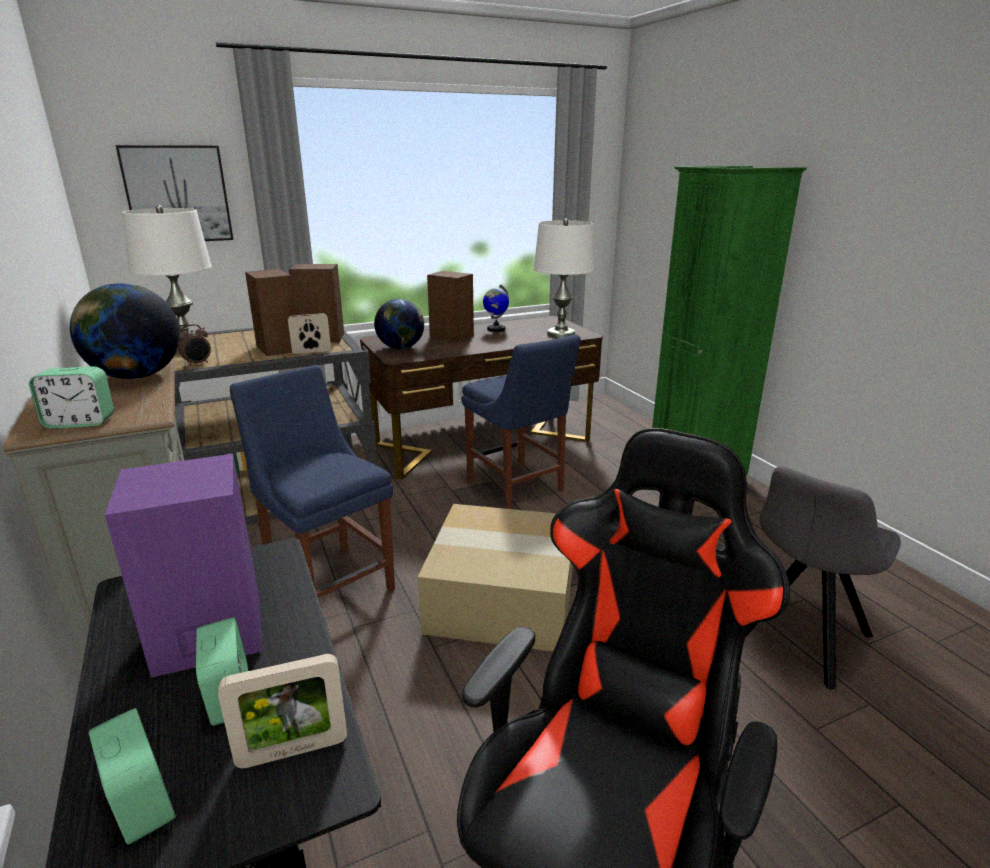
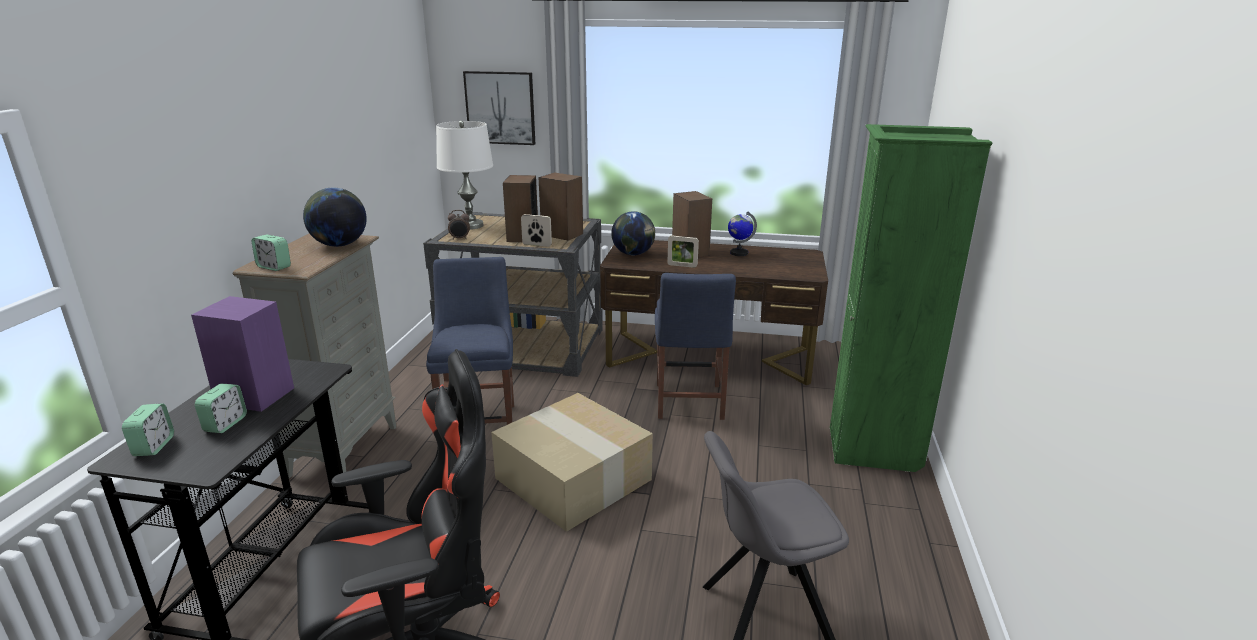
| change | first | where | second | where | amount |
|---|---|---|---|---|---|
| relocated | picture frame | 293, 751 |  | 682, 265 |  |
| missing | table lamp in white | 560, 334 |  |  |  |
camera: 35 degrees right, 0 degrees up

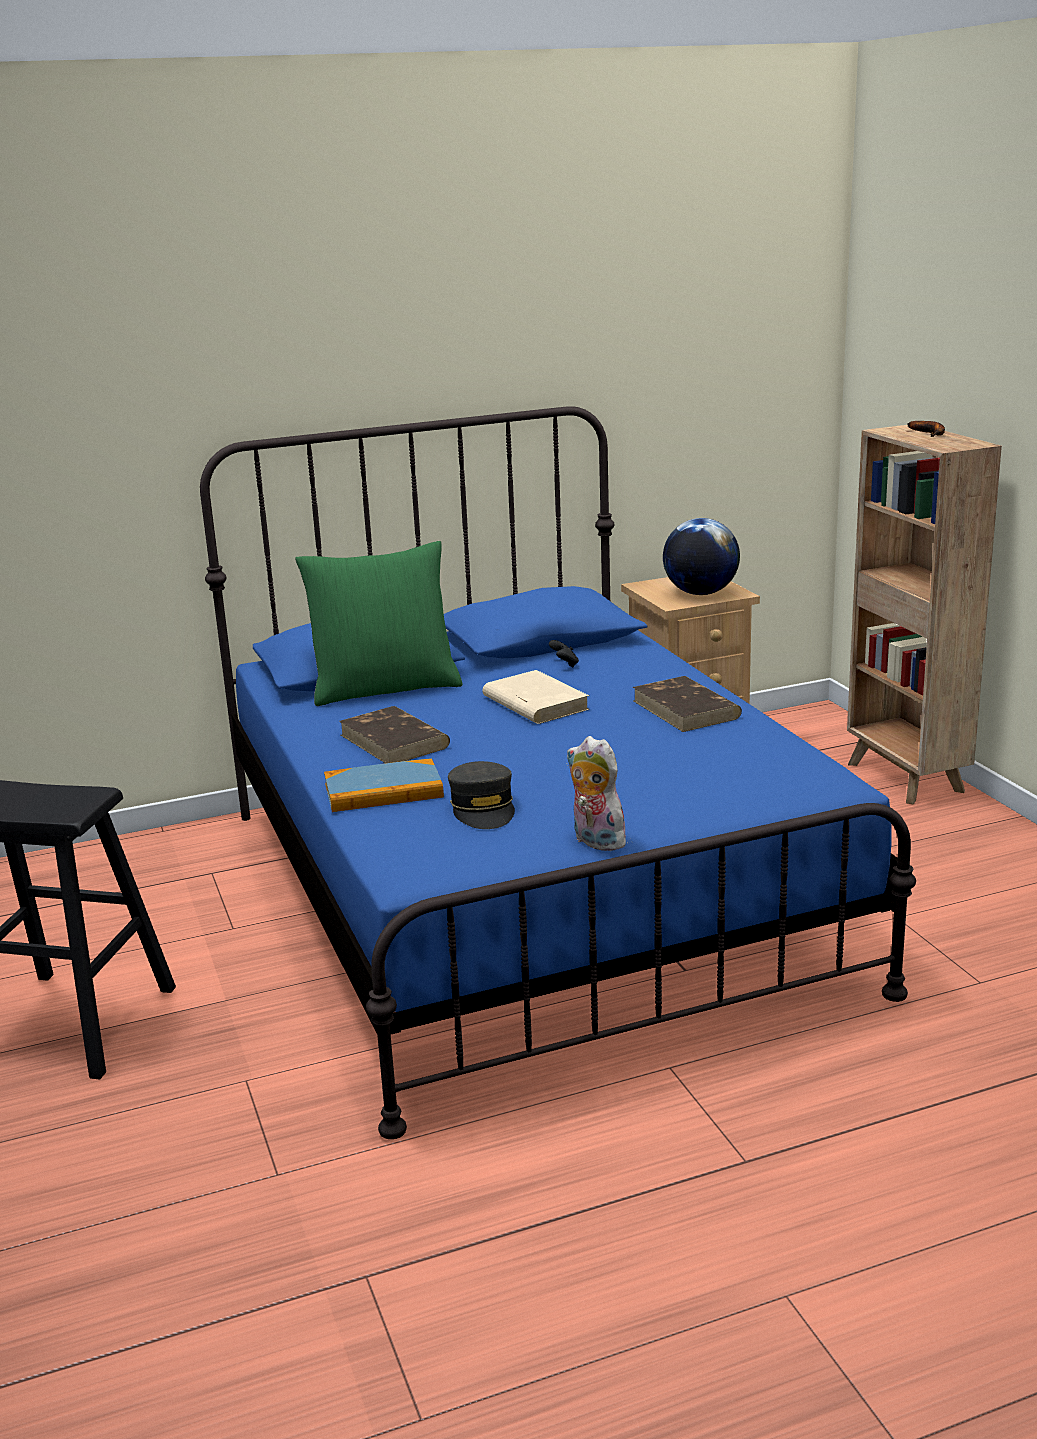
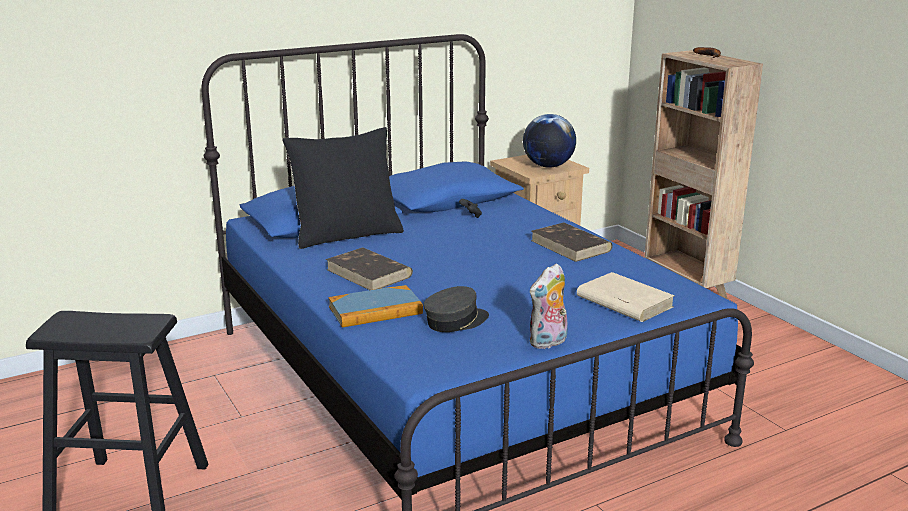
| change | first | where | second | where | amount |
|---|---|---|---|---|---|
| colour | pillow in green | 385, 688 | pillow in black | 346, 234 |  |
| spun | cap in grey | 483, 808 |  | 456, 321 | 105 degrees counterclockwise |
| relocated | book in beige | 534, 703 |  | 623, 302 |  |
| spun | plush toy | 595, 841 |  | 548, 343 | 75 degrees counterclockwise |
camera: 10 degrees left, 0 degrees up

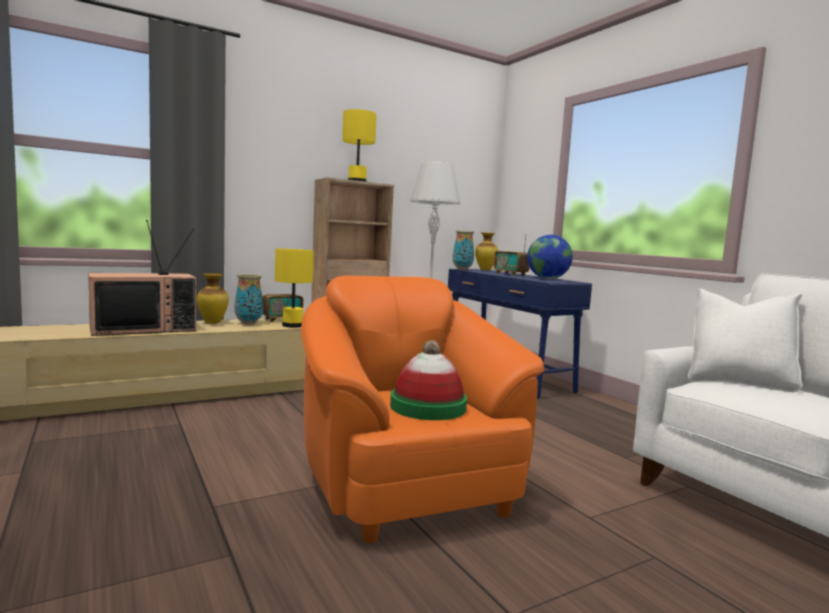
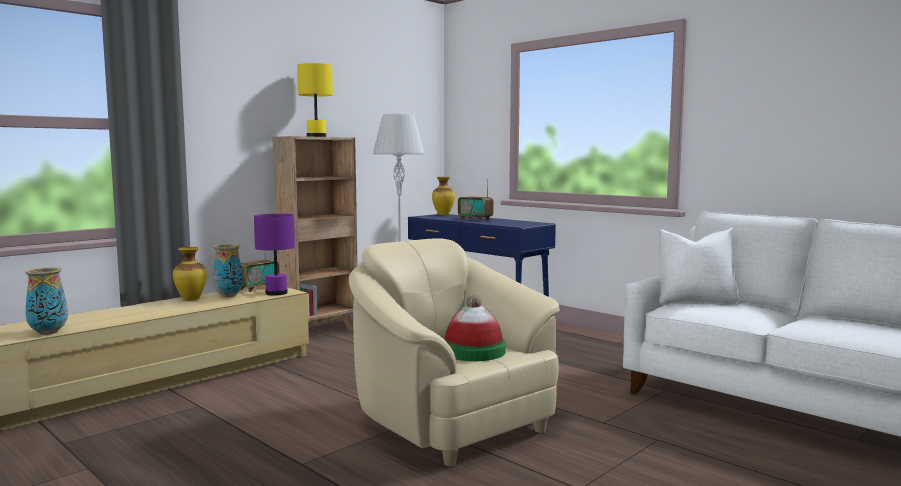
| change | first | where | second | where | amount |
|---|---|---|---|---|---|
| missing | television | 145, 329 |  |  |  |
| colour | table lamp in yellow | 292, 325 | table lamp in purple | 276, 293 |  |
| colour | armchair in orange | 406, 485 | armchair in beige | 451, 423 |  |
| relocated | vase | 462, 269 |  | 49, 332 |  |
| missing | globe | 547, 278 |  |  |  |
camera: 15 degrees left, 0 degrees up

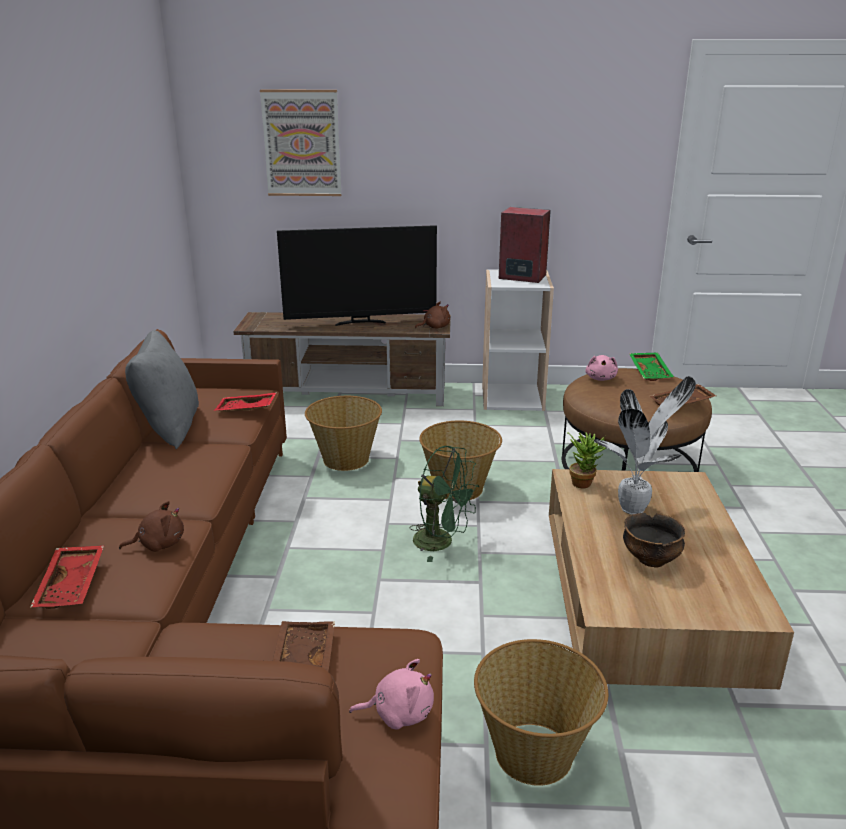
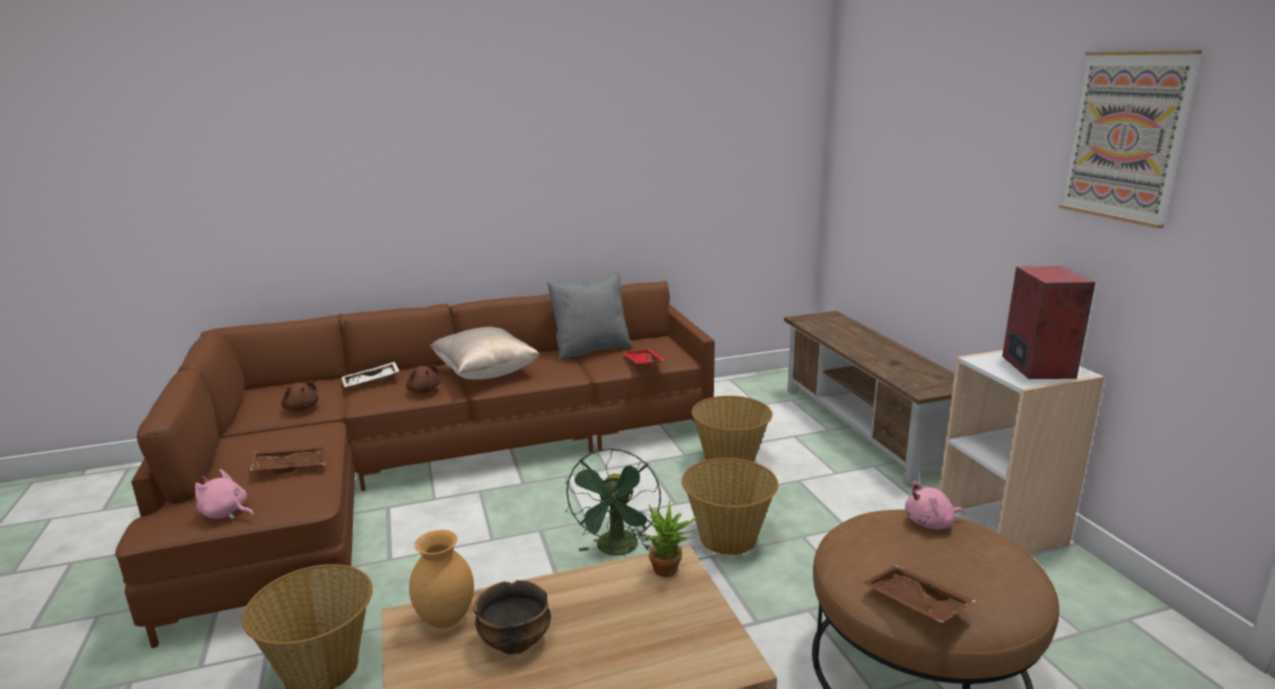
| change | first | where | second | where | amount |
|---|---|---|---|---|---|
| colour | tray in red | 73, 585 | tray in white | 371, 382 |  |
| relocated | picture | 302, 143 |  | 1126, 136 |  |
| missing | television | 360, 322 |  |  |  |
| spun | plush toy in pink | 399, 713 |  | 226, 513 | 135 degrees clockwise |
| relocated | plush toy in brown | 434, 327 |  | 301, 408 |  |
| missing | potted plant | 635, 509 |  |  |  |
| missing | tray in green | 651, 372 |  |  |  |
| appeared |  |  | vase in brown | 445, 620 |  |
| appeared |  |  | pillow in beige | 485, 373 |  |
camera: 70 degrees right, 5 degrees down

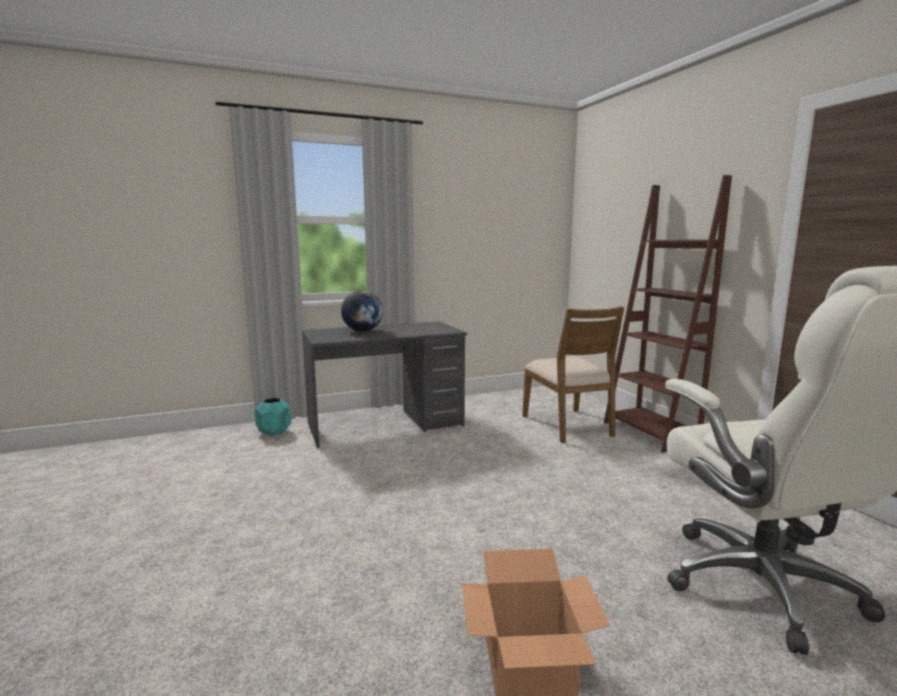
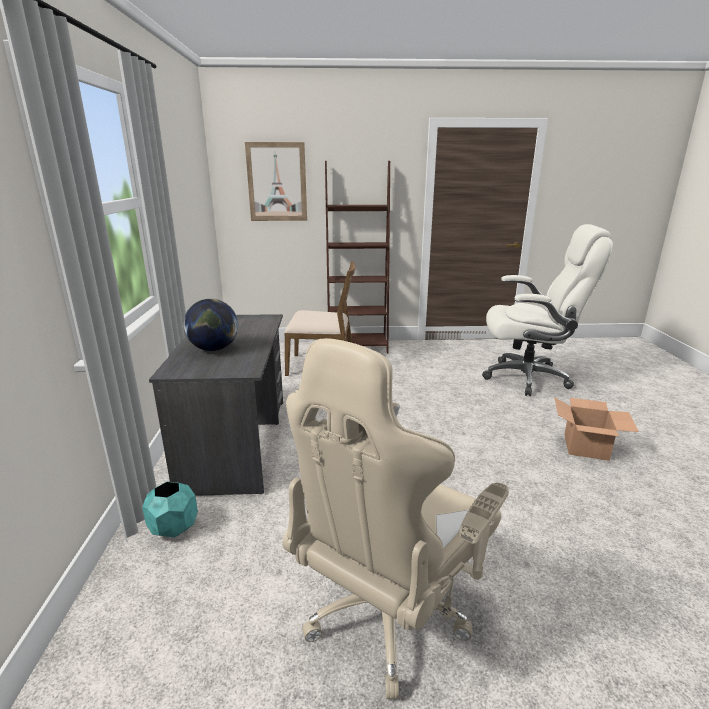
| change | first | where | second | where | amount |
|---|---|---|---|---|---|
| appeared |  |  | picture | 277, 182 |  |
| appeared |  |  | office chair in beige | 390, 606 |  |
camera: 70 degrees left, 10 degrees up

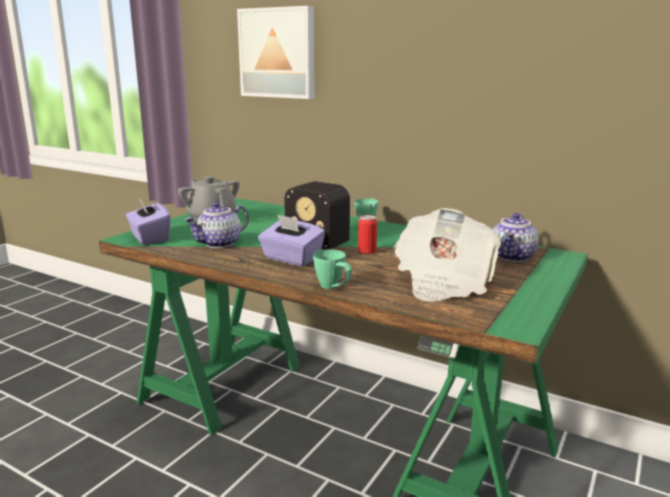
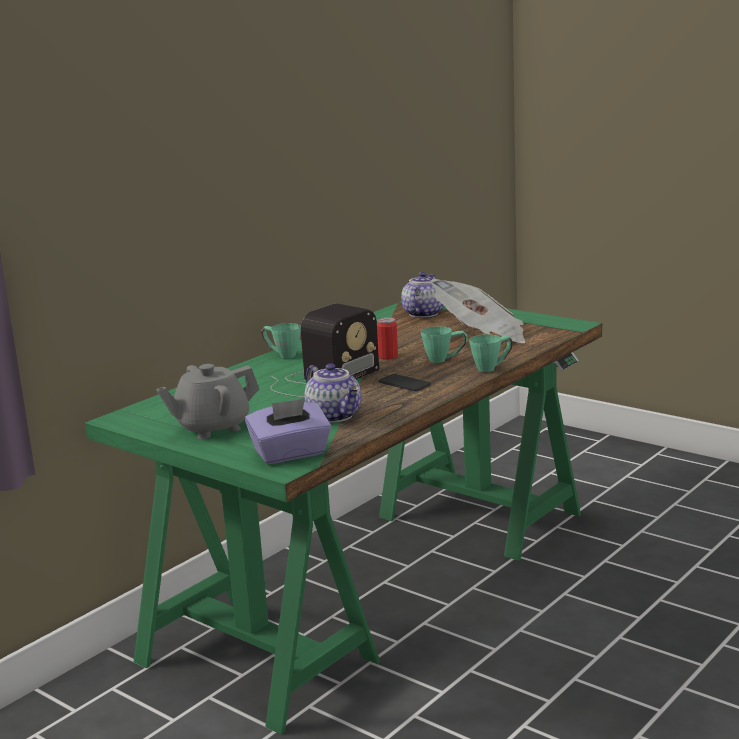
| change | first | where | second | where | amount |
|---|---|---|---|---|---|
| missing | picture | 278, 53 |  |  |  |
| exchanged | tissue box in purple | 291, 259 | phone | 404, 383 |  |
| spun | teapot | 513, 257 |  | 422, 313 | 105 degrees counterclockwise |
| appeared |  |  | mug in green | 445, 360 |  |
camera: 80 degrees left, 0 degrees up

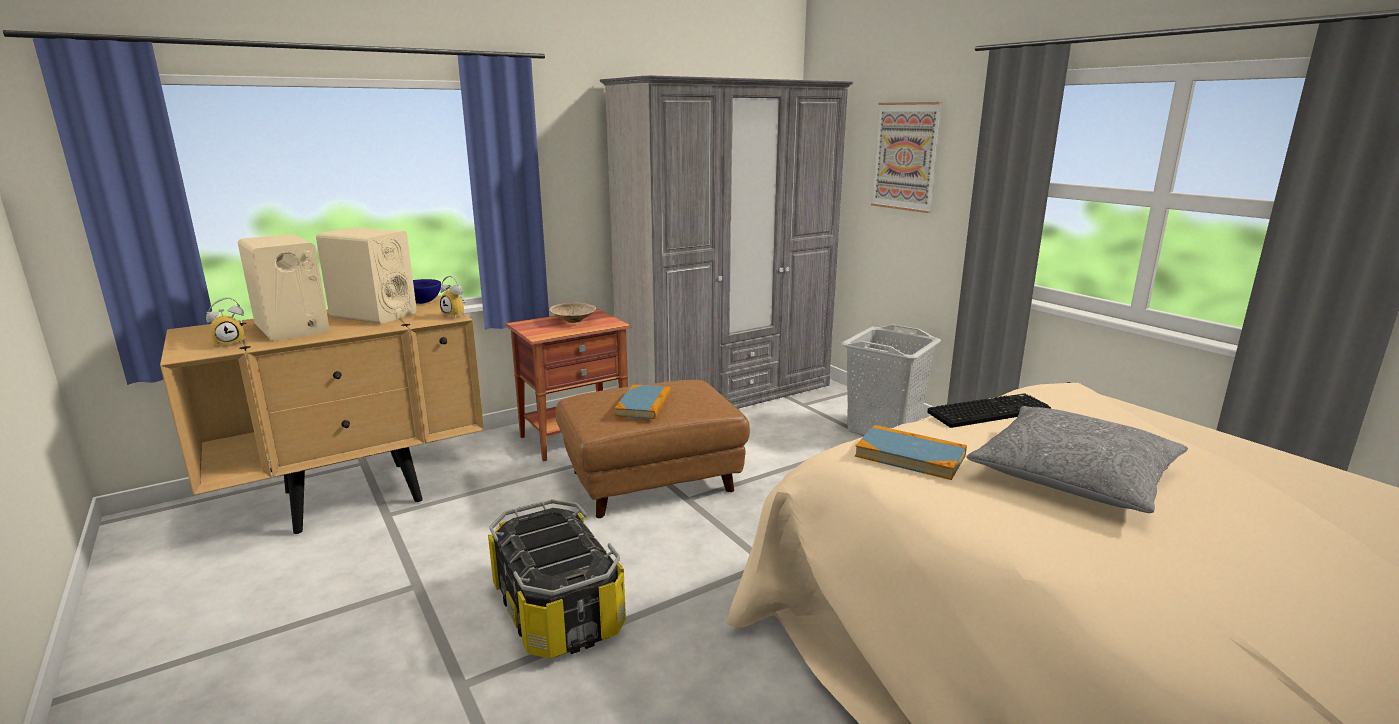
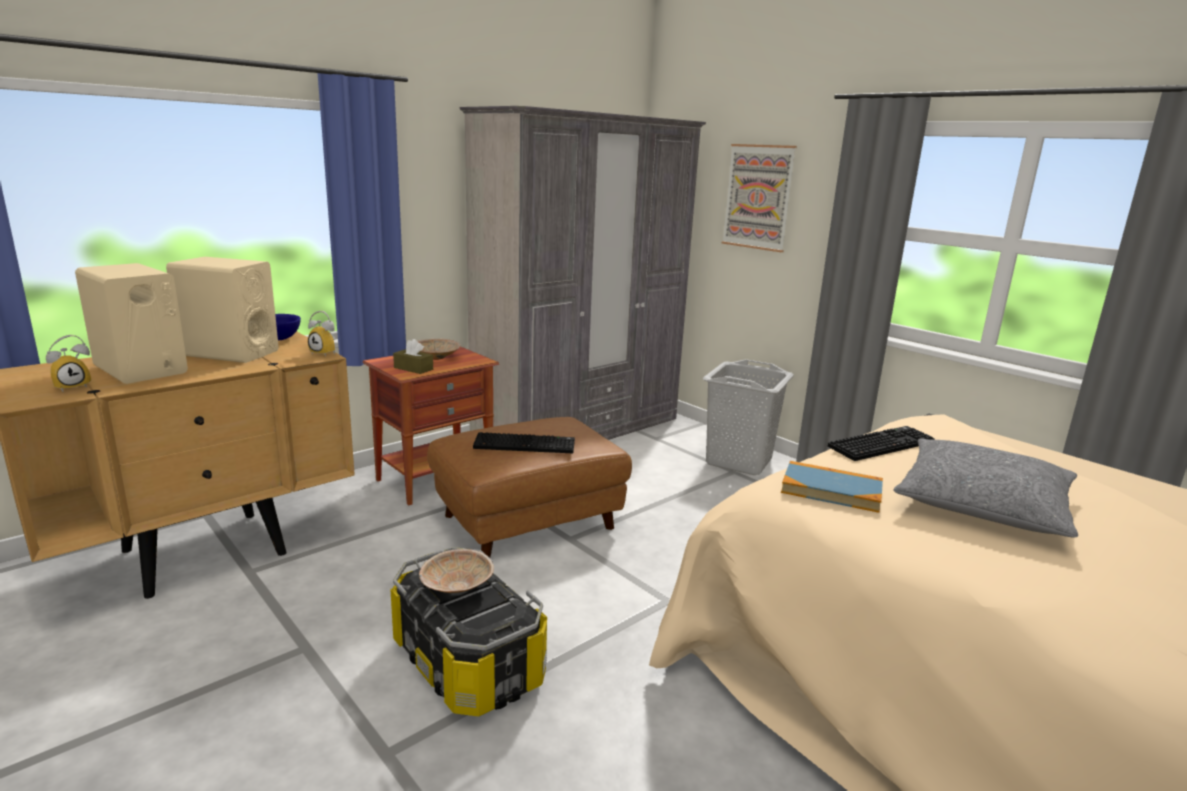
| change | first | where | second | where | amount |
|---|---|---|---|---|---|
| exchanged | book | 643, 405 | keyboard | 526, 444 |  |
| appeared |  |  | tissue box in brown | 413, 368 |  |
| appeared |  |  | bowl in beige | 456, 587 |  |
camera: 10 degrees left, 0 degrees up

